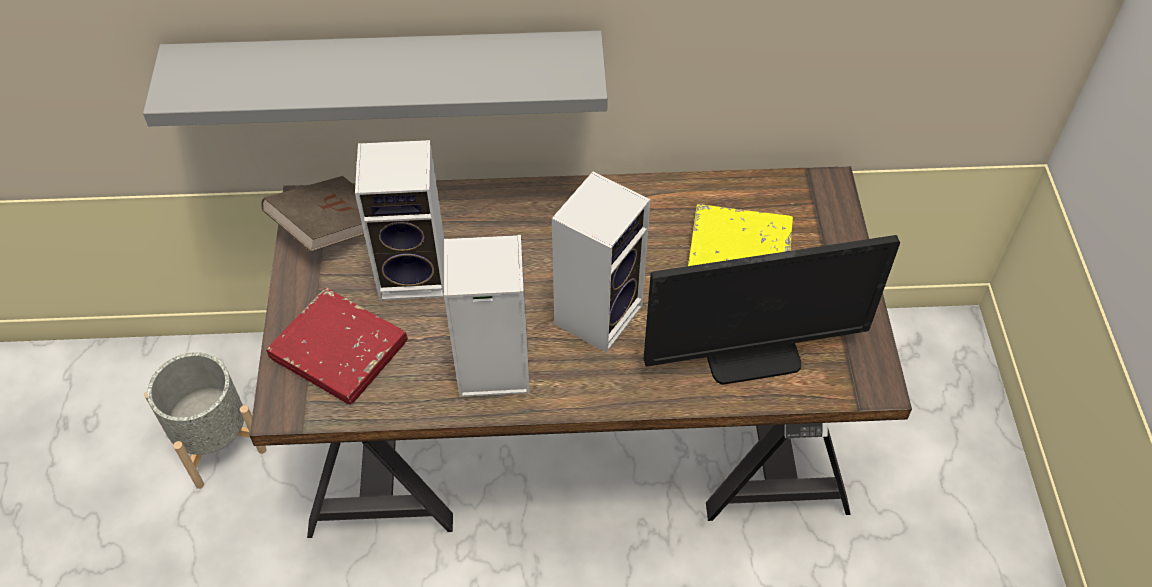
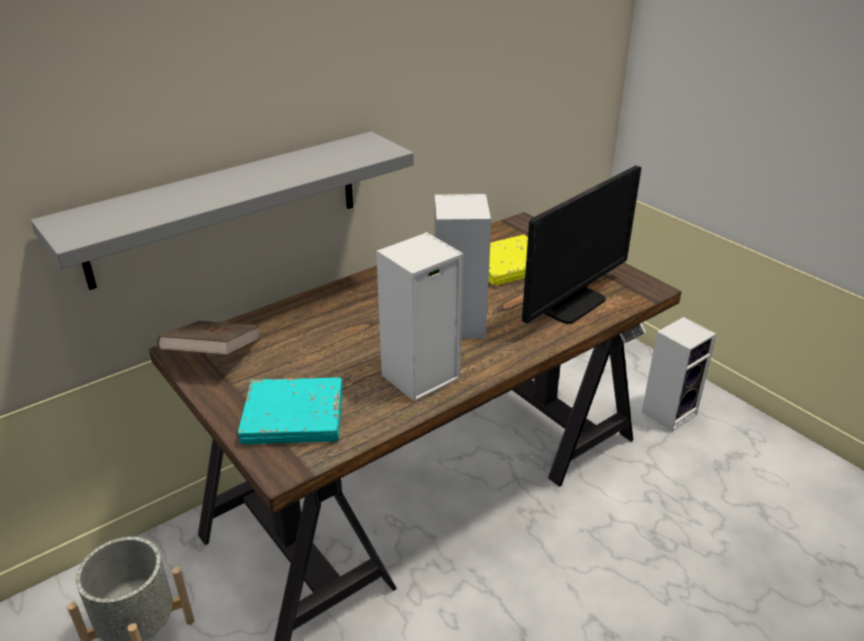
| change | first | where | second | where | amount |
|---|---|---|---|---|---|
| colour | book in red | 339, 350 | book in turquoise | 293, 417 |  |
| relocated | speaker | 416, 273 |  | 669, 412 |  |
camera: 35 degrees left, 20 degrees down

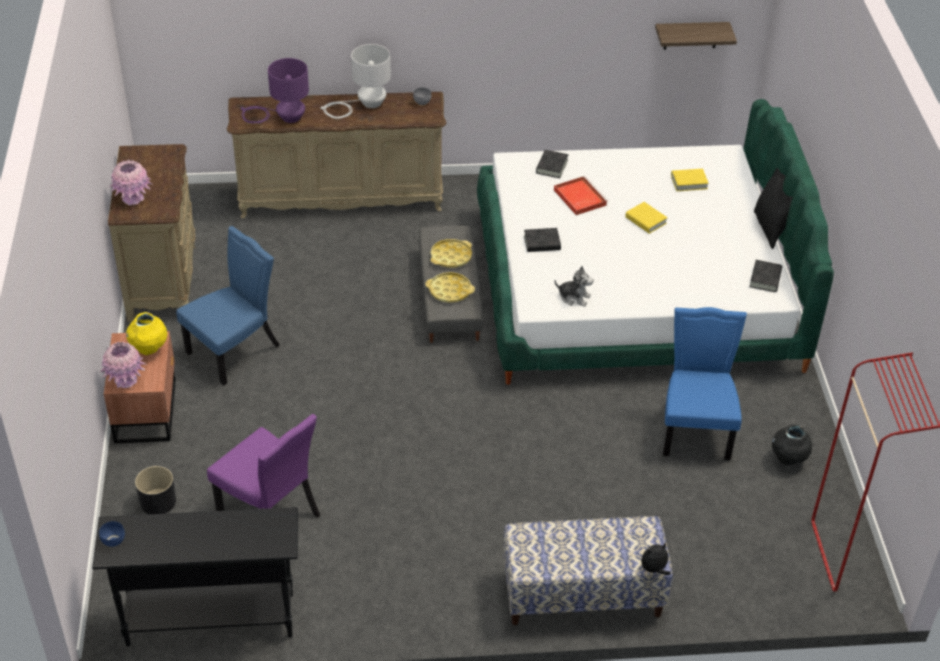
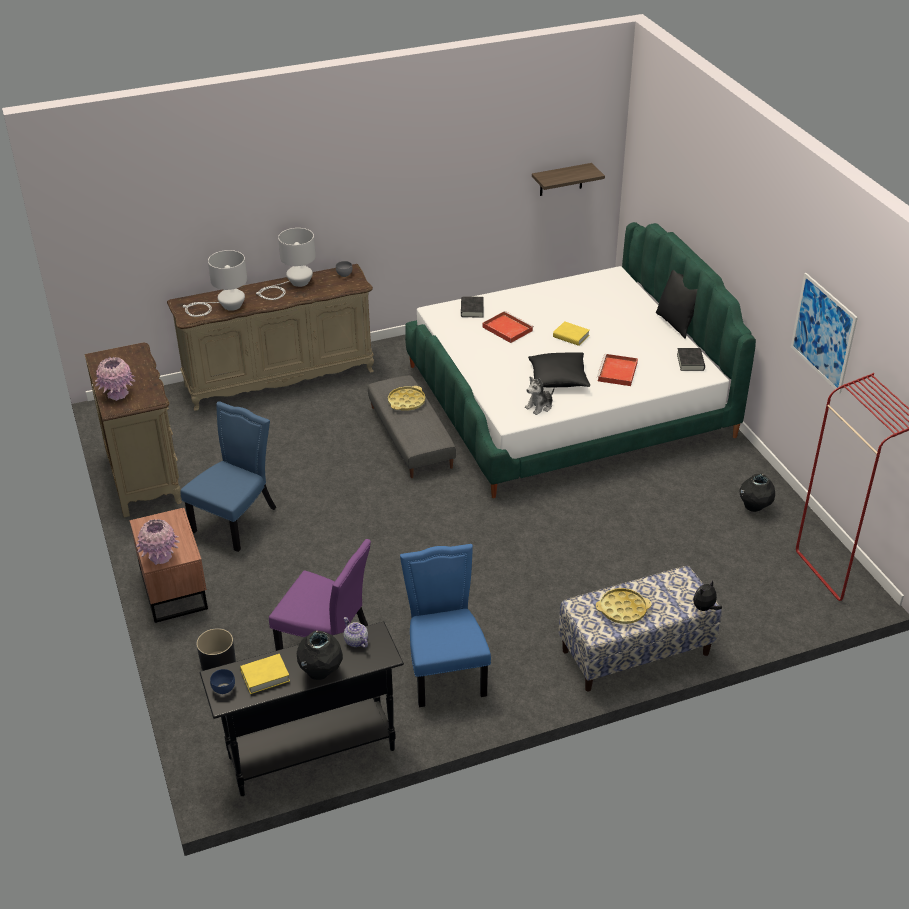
| change | first | where | second | where | amount |
|---|---|---|---|---|---|
| missing | vase in yellow | 149, 349 |  |  |  |
| colour | table lamp in purple | 277, 116 | table lamp in white | 219, 307 |  |
| relocated | tray in yellow | 450, 291 |  | 622, 609 |  |
| missing | book in black | 542, 243 |  |  |  |
| spun | plush toy | 574, 297 |  | 539, 406 | 135 degrees clockwise |
| relocated | chair in blue | 695, 430 |  | 445, 673 |  |
| relocated | book in yellow | 689, 182 |  | 265, 676 |  |
| appeared |  |  | vase in black | 321, 672 |  |
| appeared |  |  | teapot | 355, 641 |  |
| appeared |  |  | pillow in black | 558, 379 |  |
| appeared |  |  | tray in red | 617, 372 |  |
| appeared |  |  | picture | 823, 332 |  |
camera: 15 degrees left, 5 degrees down

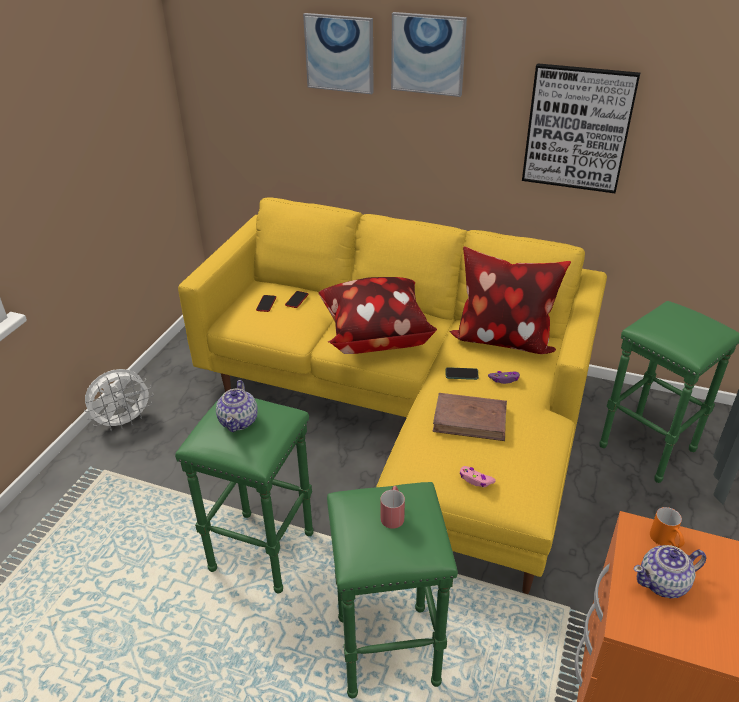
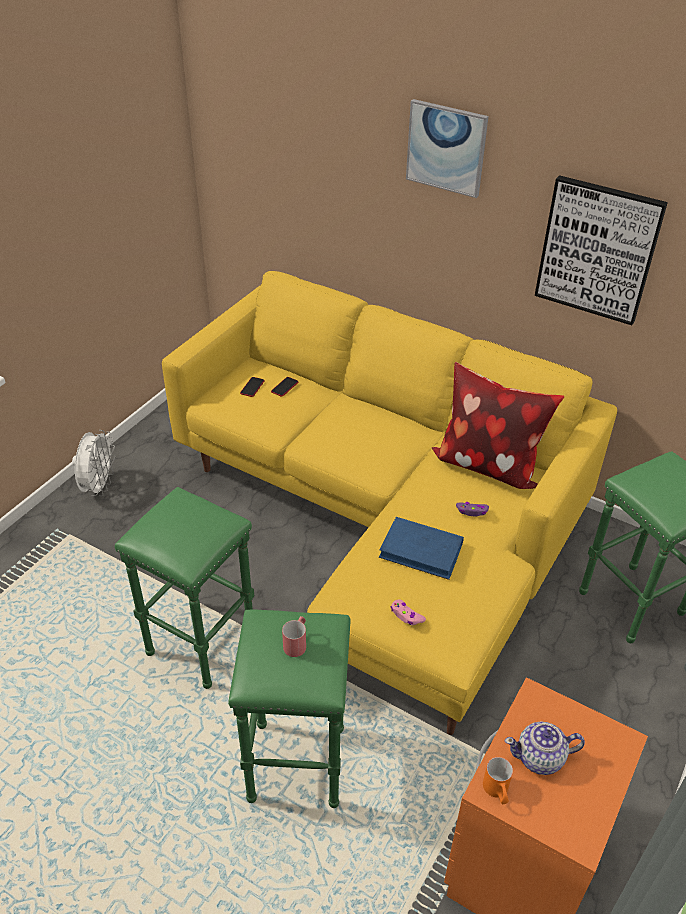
| change | first | where | second | where | amount |
|---|---|---|---|---|---|
| spun | fan in white | 124, 422 |  | 98, 486 | 60 degrees counterclockwise |
| missing | teapot | 239, 421 |  |  |  |
| missing | picture | 339, 53 |  |  |  |
| missing | pillow | 374, 336 |  |  |  |
| colour | book in brown | 470, 420 | book in blue | 421, 550 |  |
| missing | phone | 461, 374 |  |  |  |
| relocated | mug in orange | 665, 541 |  | 497, 792 |  |
camera: 10 degrees right, 5 degrees up

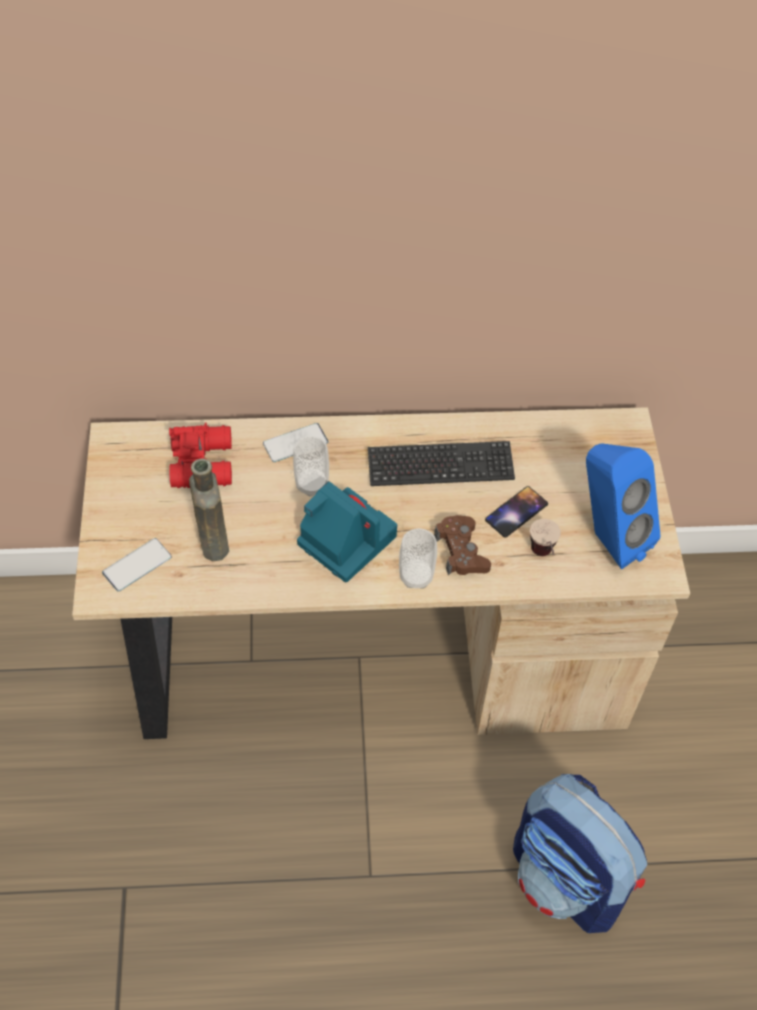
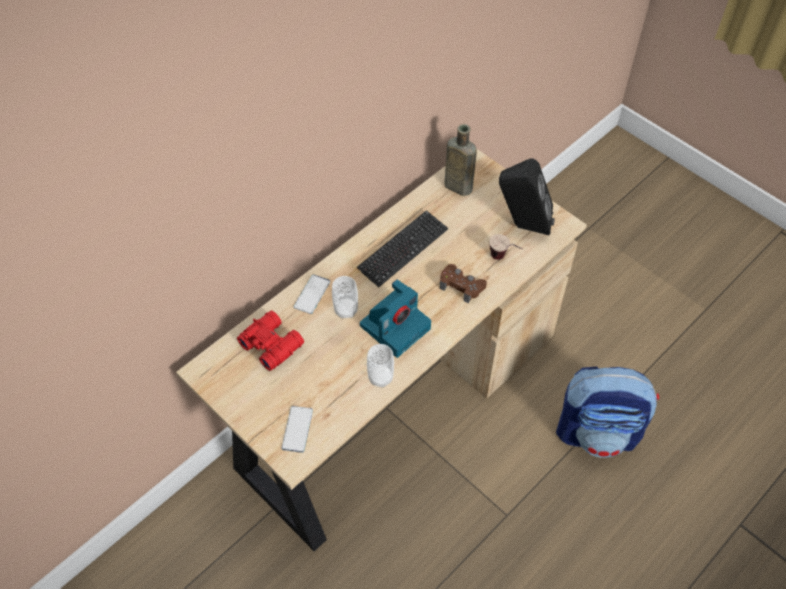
| change | first | where | second | where | amount |
|---|---|---|---|---|---|
| relocated | bottle in brown | 212, 539 |  | 456, 186 |  |
| spun | photo camera | 344, 539 |  | 395, 326 | 135 degrees clockwise |
| relocated | cup | 416, 576 |  | 380, 377 |  |
| missing | phone | 516, 512 |  |  |  |
| colour | speaker in blue | 607, 537 | speaker in black | 522, 225 |  |
camera: 40 degrees left, 0 degrees up

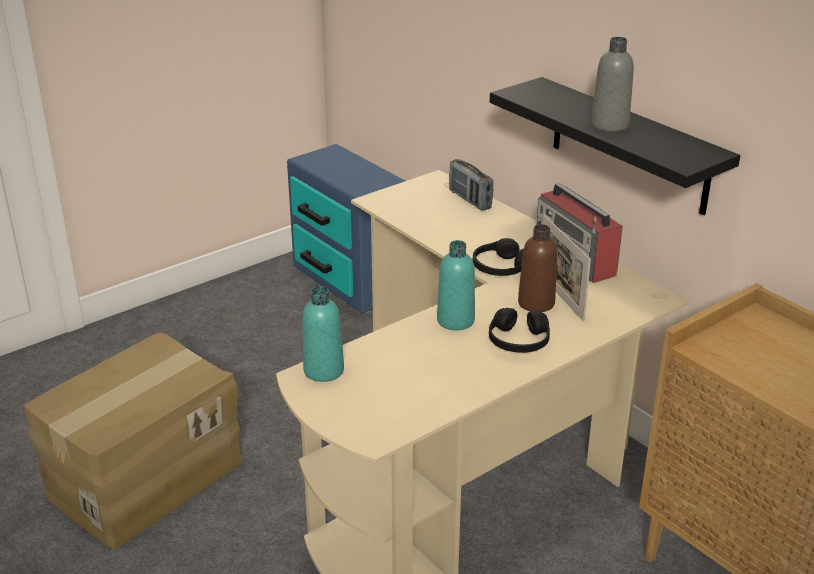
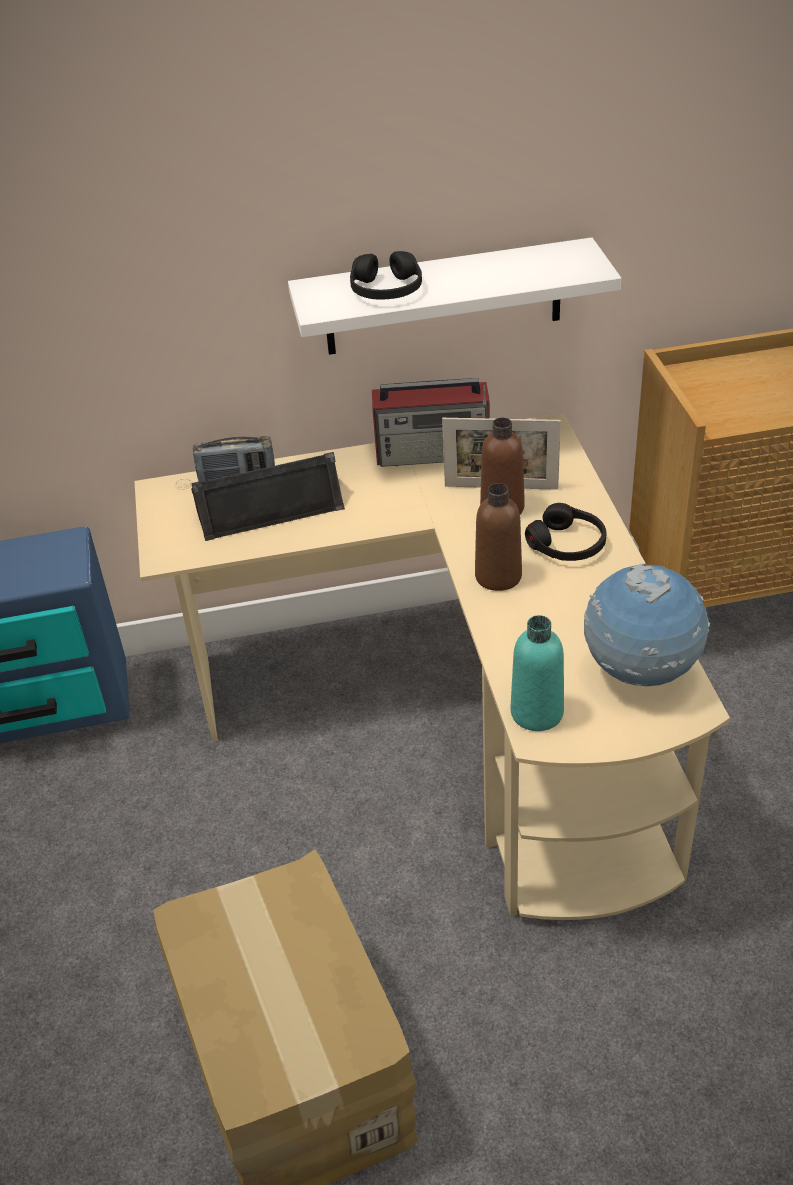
| change | first | where | second | where | amount |
|---|---|---|---|---|---|
| colour | bottle in turquoise | 455, 321 | bottle in brown | 498, 576 |  |
| relocated | headphones in black | 500, 267 |  | 386, 290 |  |
| colour | shelf in black | 629, 146 | shelf in white | 443, 298 |  |
| missing | bottle in grey | 609, 125 |  |  |  |
| appeared |  |  | speaker in black | 268, 506 |  |
| appeared |  |  | globe | 640, 673 |  |
camera: 60 degrees left, 10 degrees up

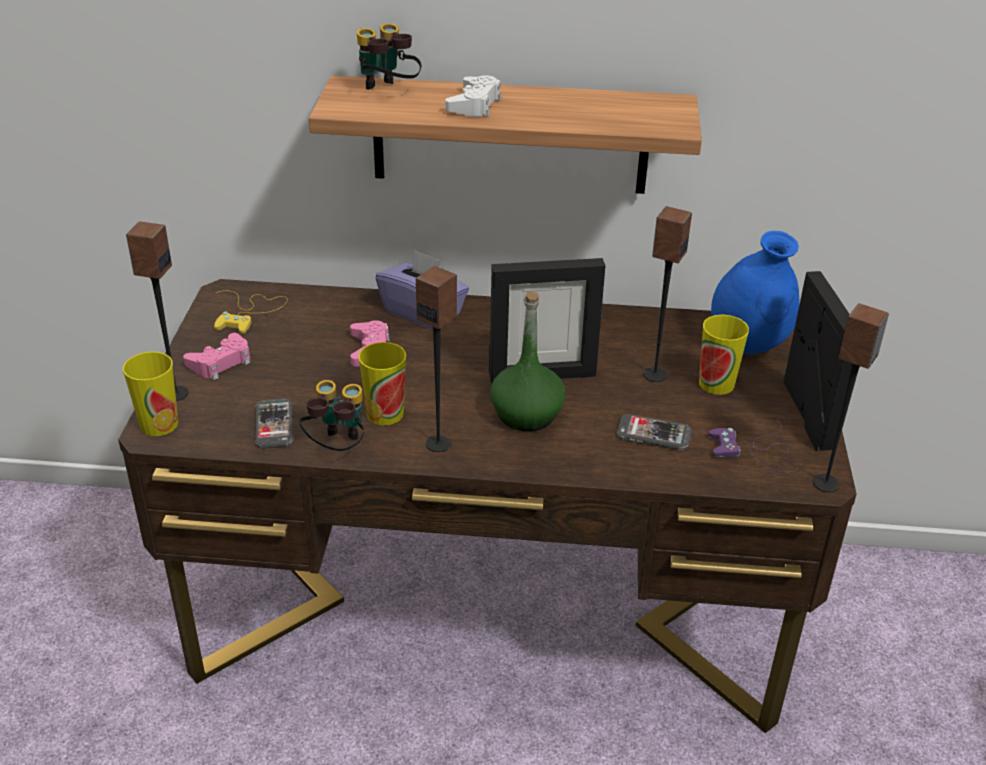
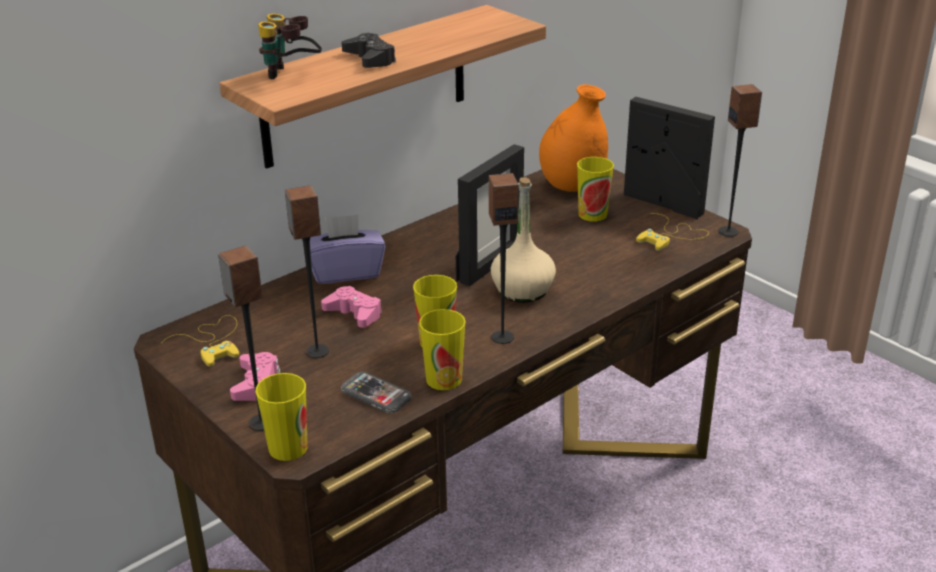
| change | first | where | second | where | amount |
|---|---|---|---|---|---|
| exchanged | binoculars | 337, 447 | cup | 444, 379 |  |
| colour | game controller in white | 474, 104 | game controller in black | 370, 59 |  |
| colour | bottle in green | 527, 414 | bottle in beige | 523, 290 |  |
| missing | phone | 654, 434 |  |  |  |
| relocated | speaker | 654, 375 |  | 316, 351 |  |
| colour | game controller in purple | 756, 451 | game controller in yellow | 672, 236 |  |
| colour | vase in blue | 748, 345 | vase in orange | 572, 186 |  |
camera: 45 degrees left, 5 degrees down

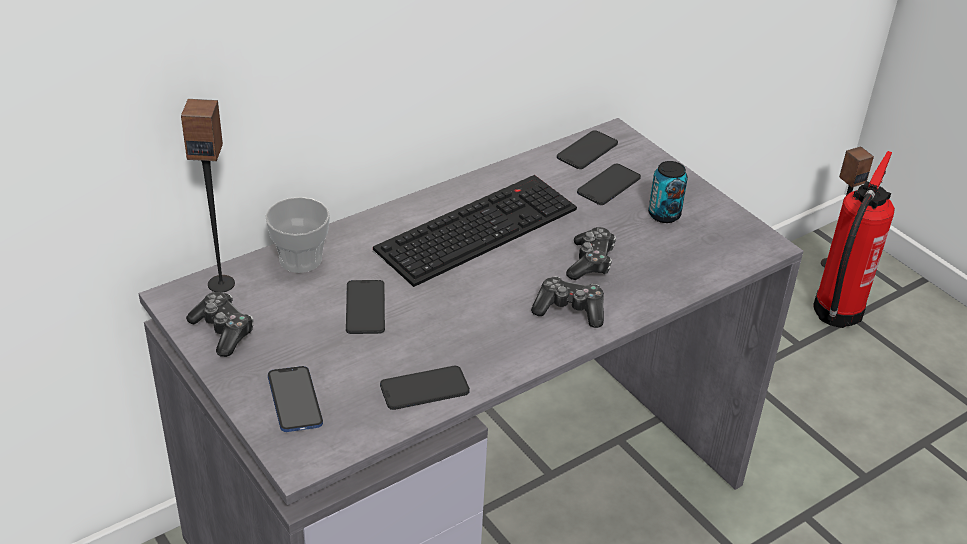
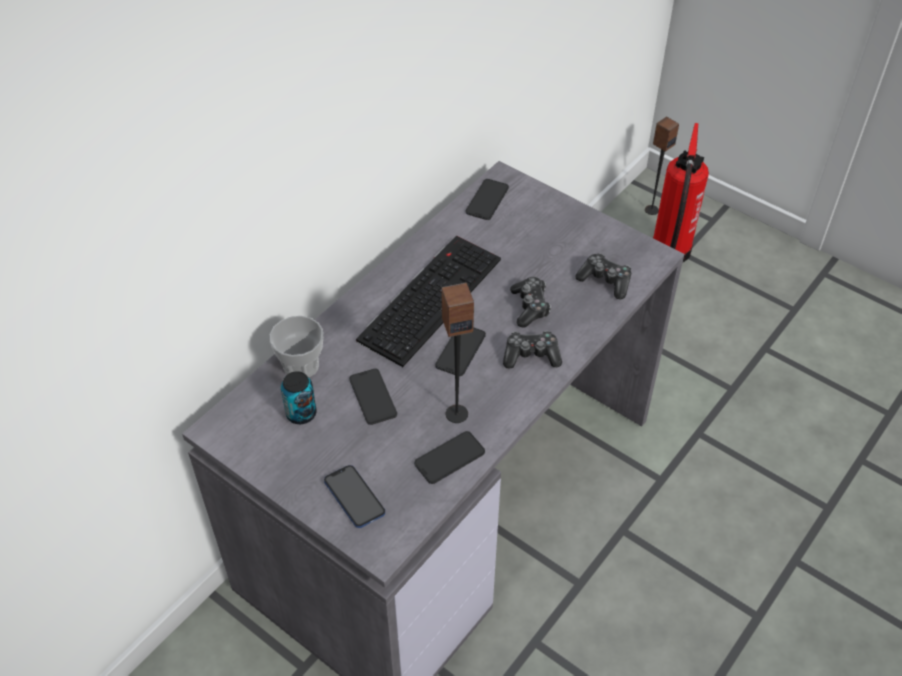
| change | first | where | second | where | amount |
|---|---|---|---|---|---|
| relocated | speaker | 221, 283 |  | 456, 413 |  |
| relocated | game controller | 223, 331 |  | 605, 281 |  |
| relocated | phone | 609, 185 |  | 460, 350 |  |
| relocated | can | 664, 215 |  | 301, 413 |  |
camera: 15 degrees left, 10 degrees up

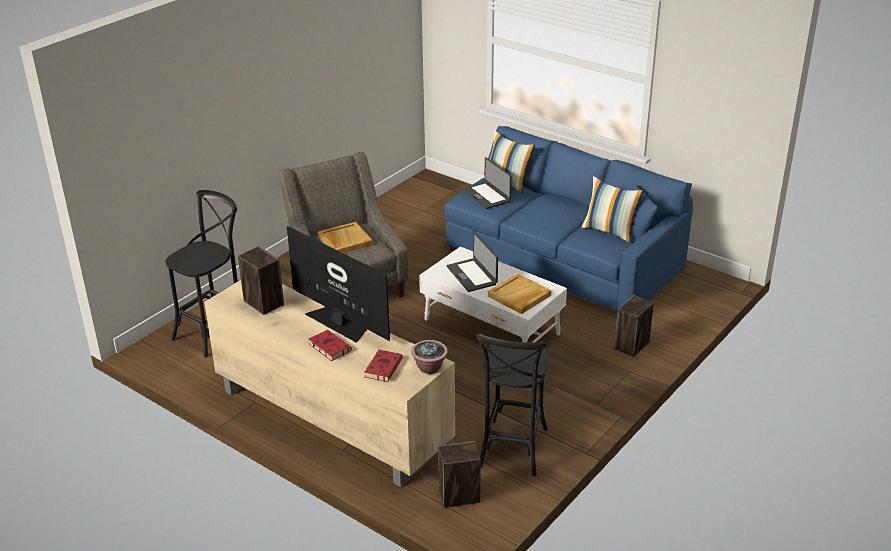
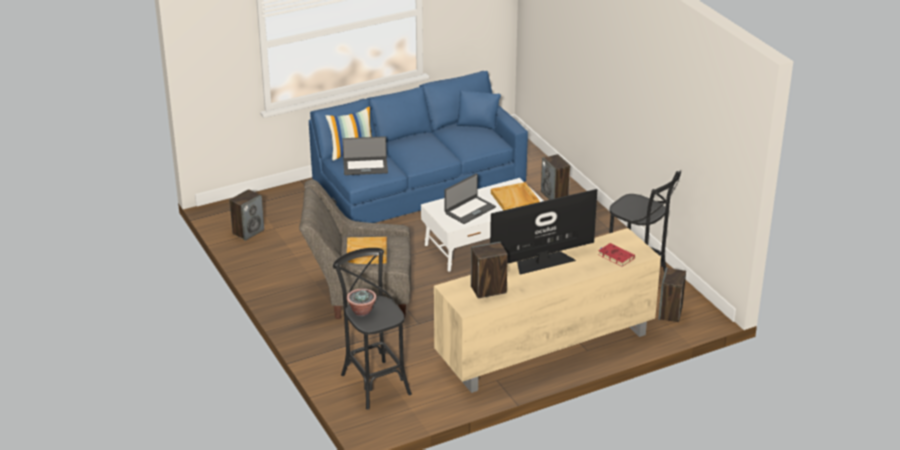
| change | first | where | second | where | amount |
|---|---|---|---|---|---|
| missing | book in red | 329, 347 |  |  |  |
| relocated | potted plant | 429, 368 |  | 362, 311 |  |
| spun | laptop | 472, 275 |  | 469, 210 | 45 degrees counterclockwise |
| missing | pillow | 610, 231 |  |  |  |
| appeared |  |  | speaker | 248, 232 |  |
camera: 65 degrees left, 0 degrees up

